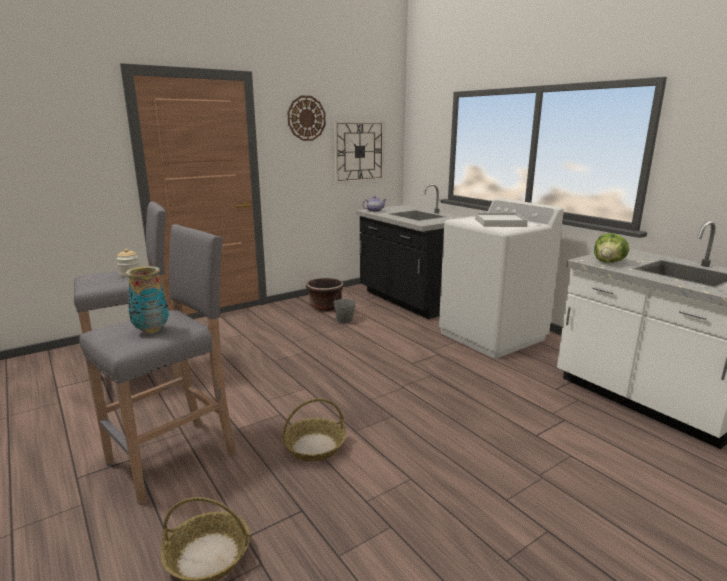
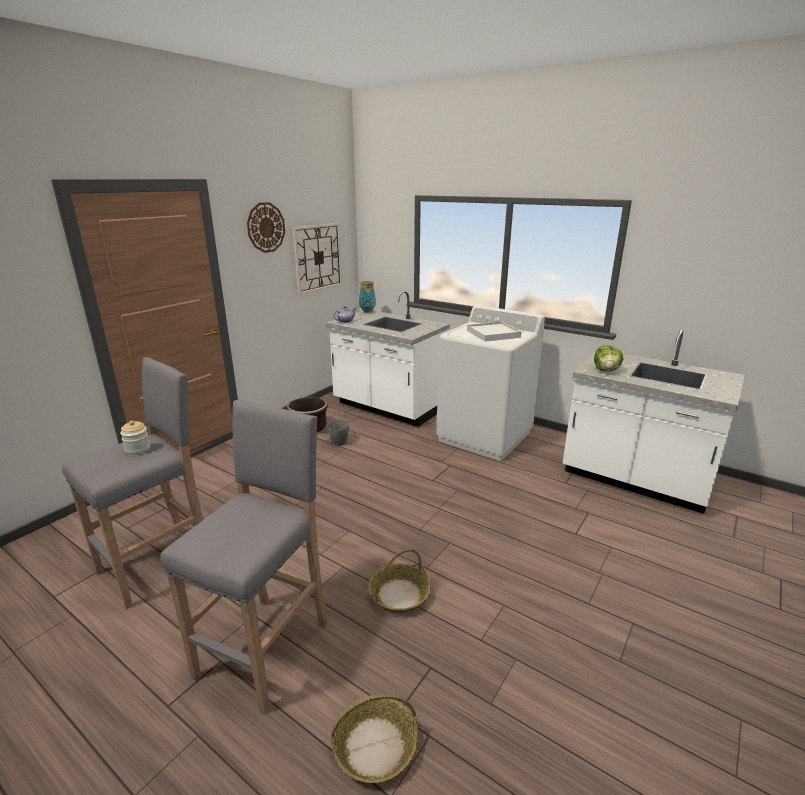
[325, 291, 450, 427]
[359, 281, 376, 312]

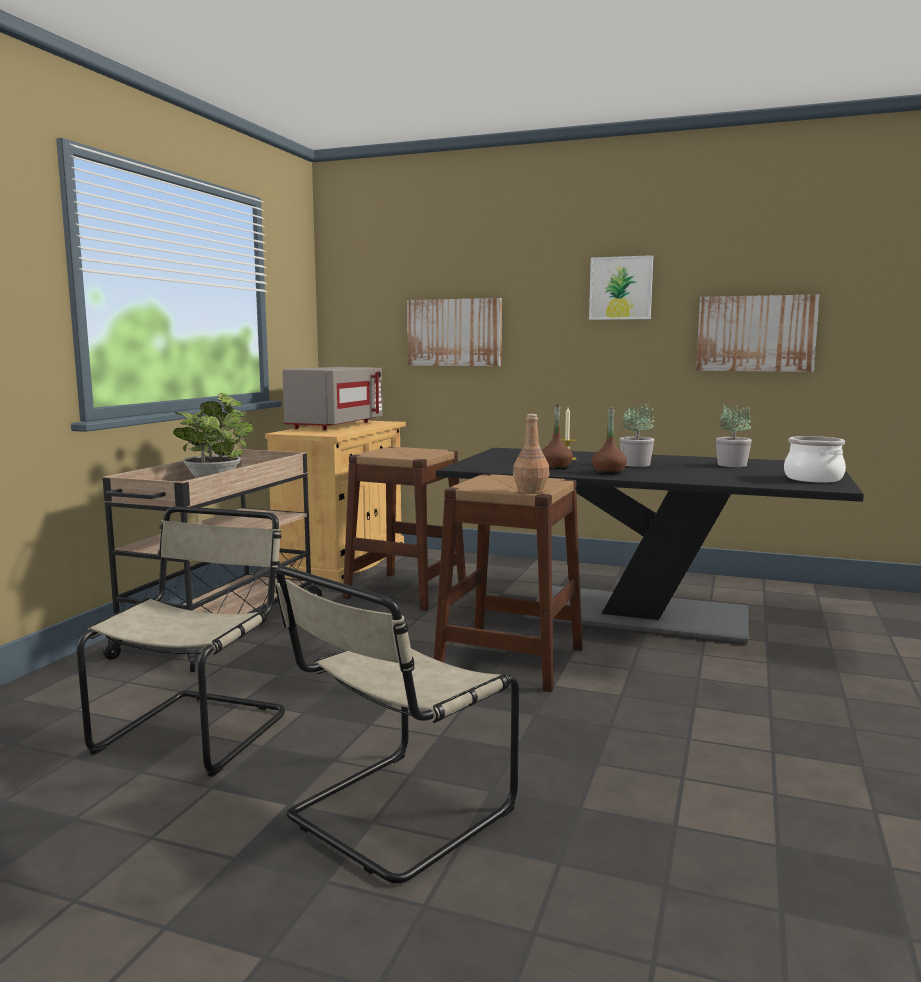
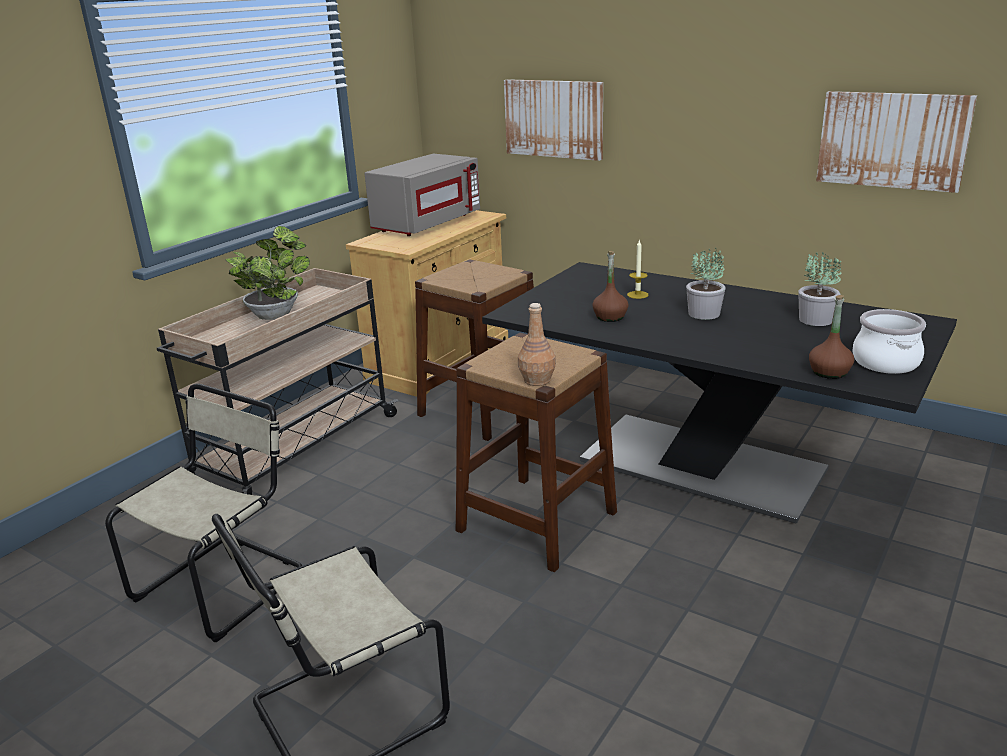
[809, 295, 854, 379]
[589, 255, 653, 320] (first image)

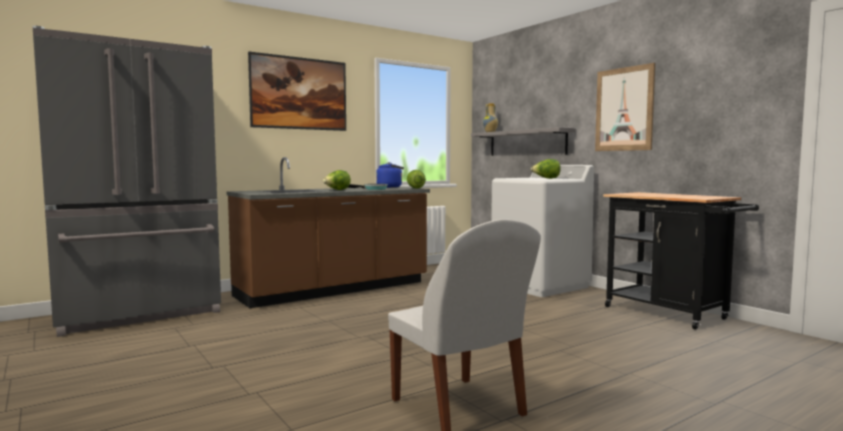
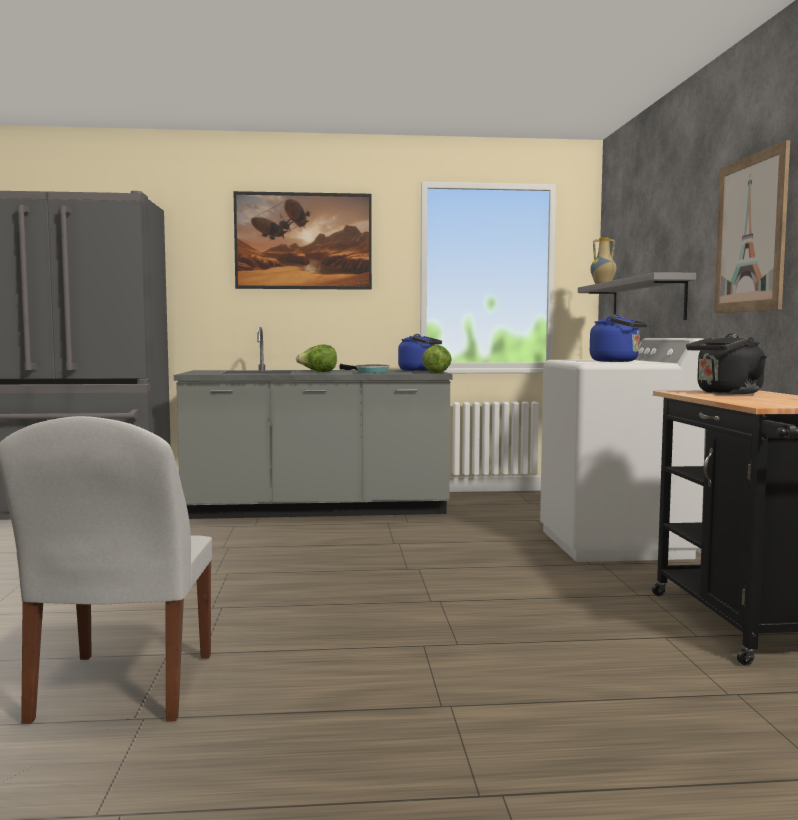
[174, 327, 453, 519]
[590, 314, 648, 362]
[686, 333, 767, 394]

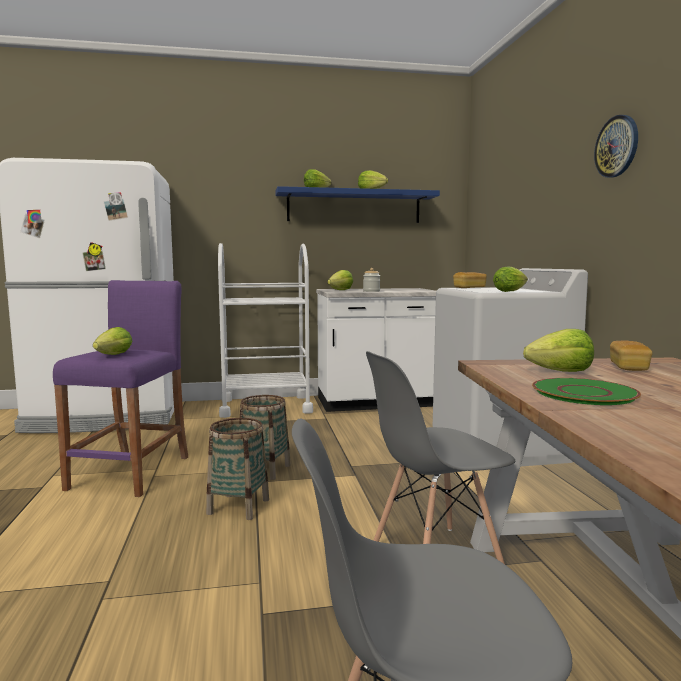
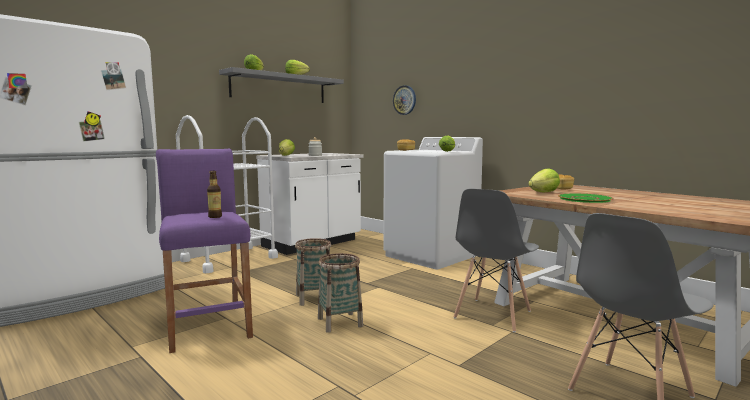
[207, 171, 222, 218]
[219, 67, 344, 103]
[393, 85, 416, 115]

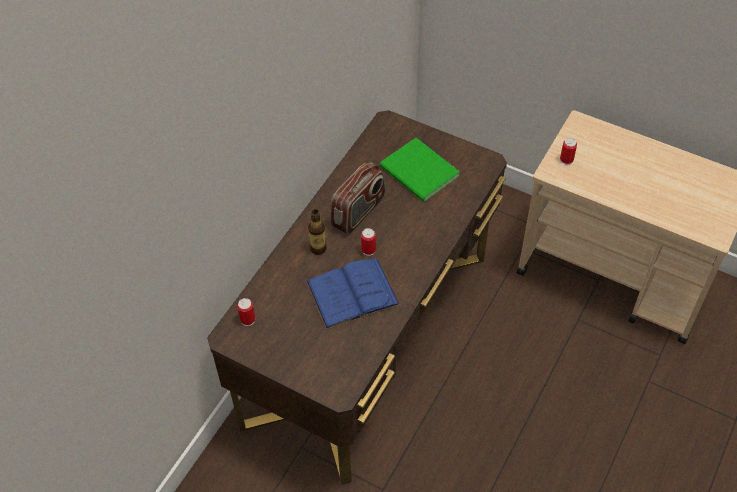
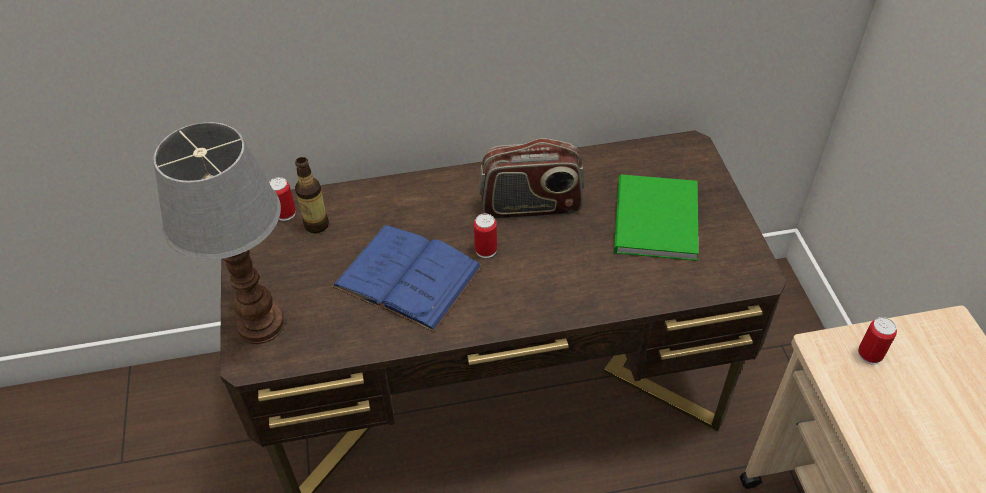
[153, 122, 285, 344]
[295, 157, 329, 233]

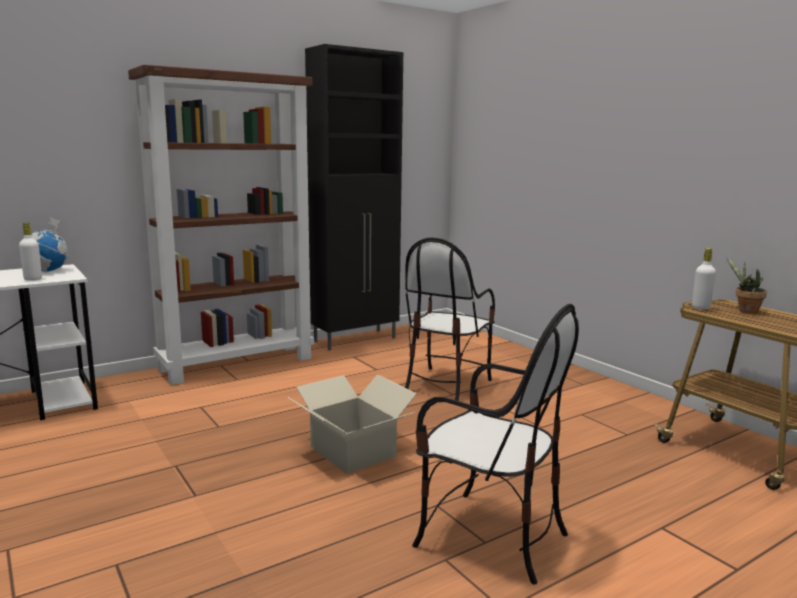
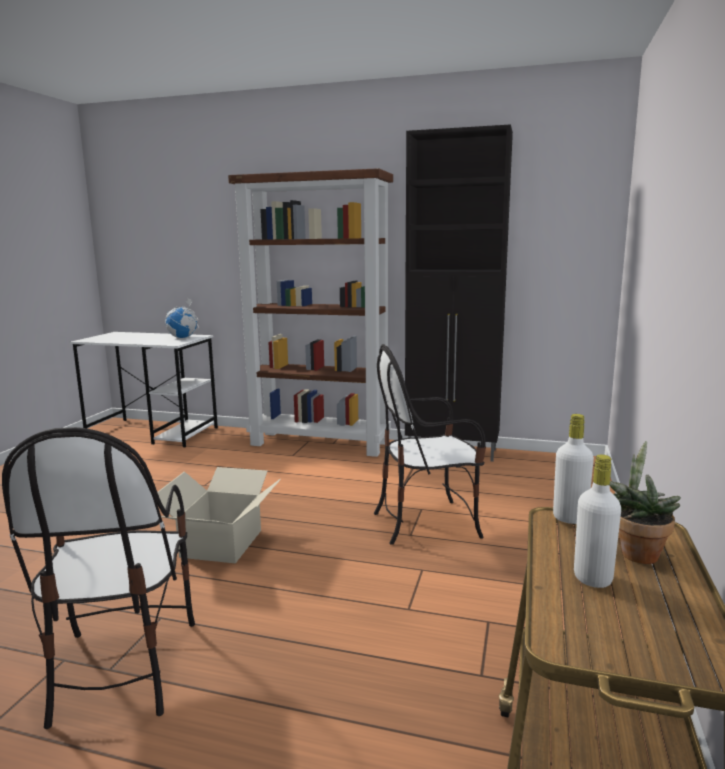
[574, 455, 621, 588]

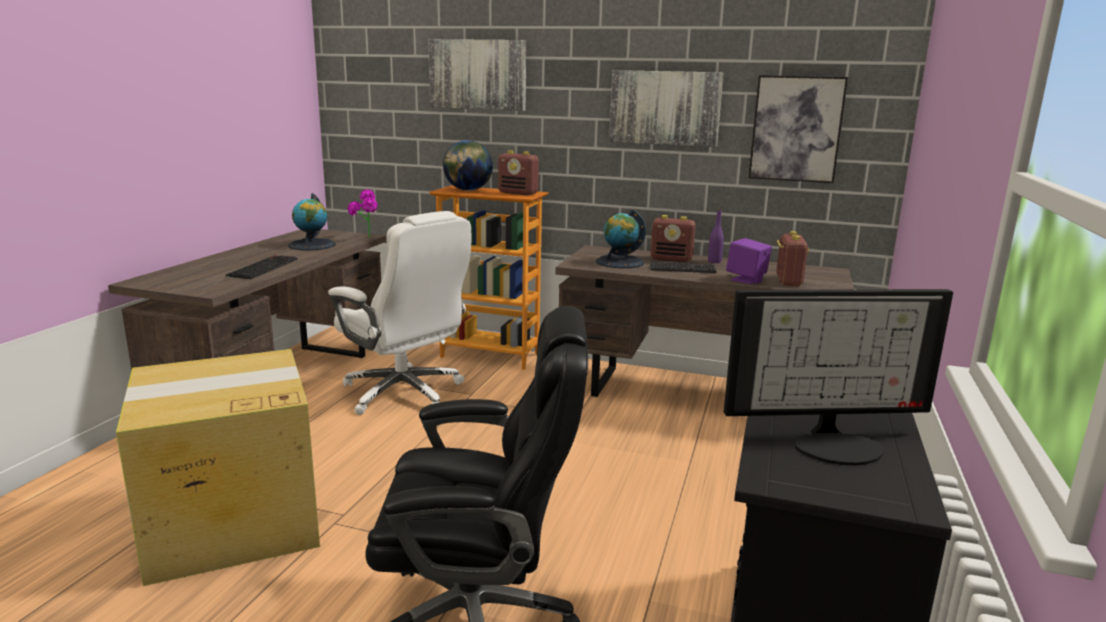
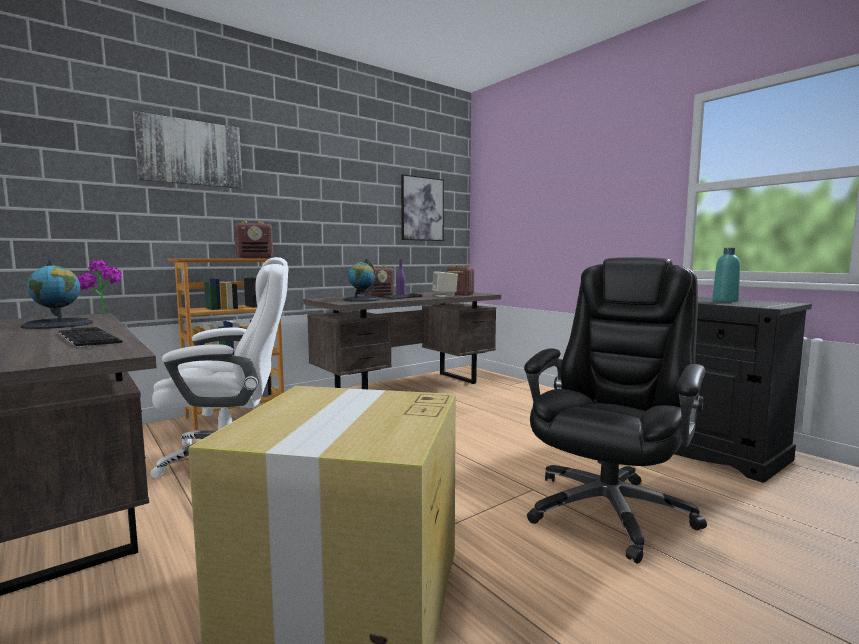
[432, 271, 458, 297]
[712, 248, 740, 302]
[443, 140, 493, 191] (first image)
[609, 70, 723, 147] (first image)

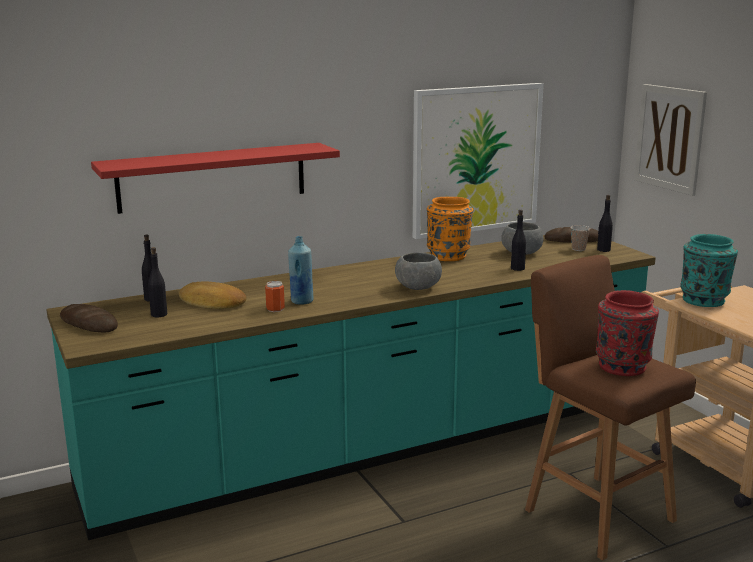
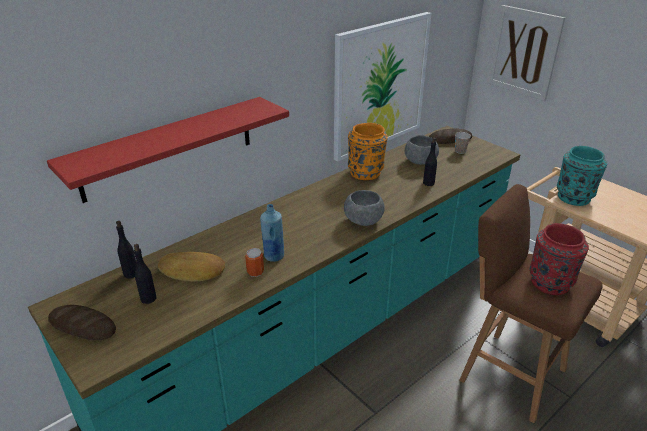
[597, 195, 613, 252] (first image)

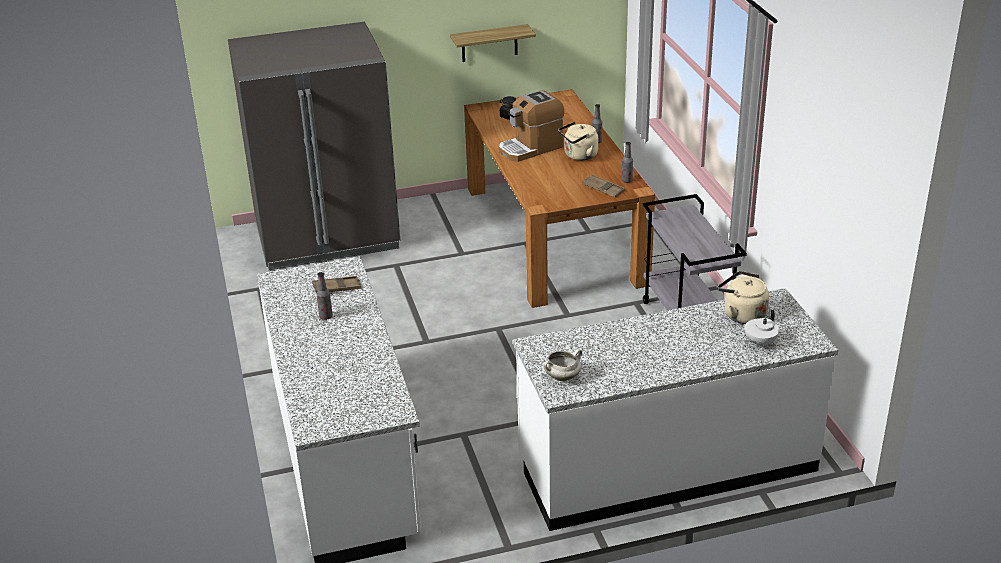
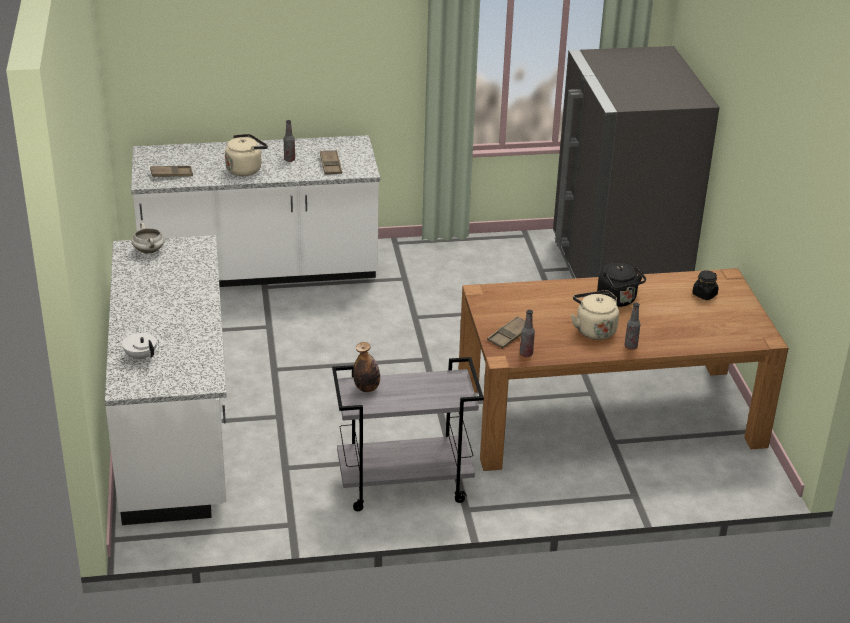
[150, 166, 193, 178]
[225, 134, 268, 176]
[353, 342, 380, 392]
[597, 263, 646, 307]
[450, 24, 536, 62] (first image)

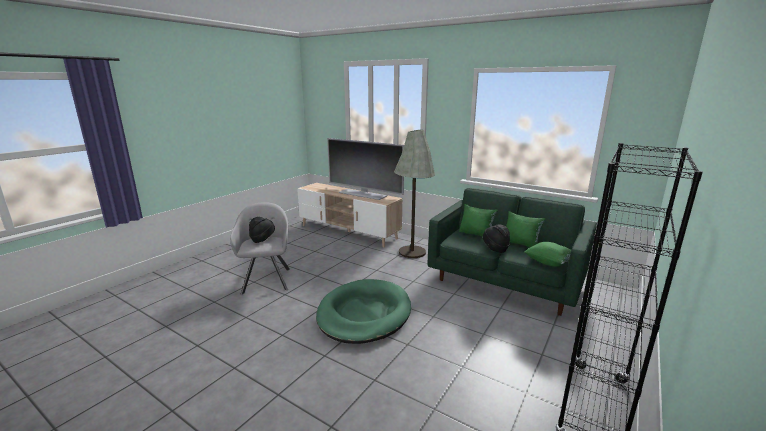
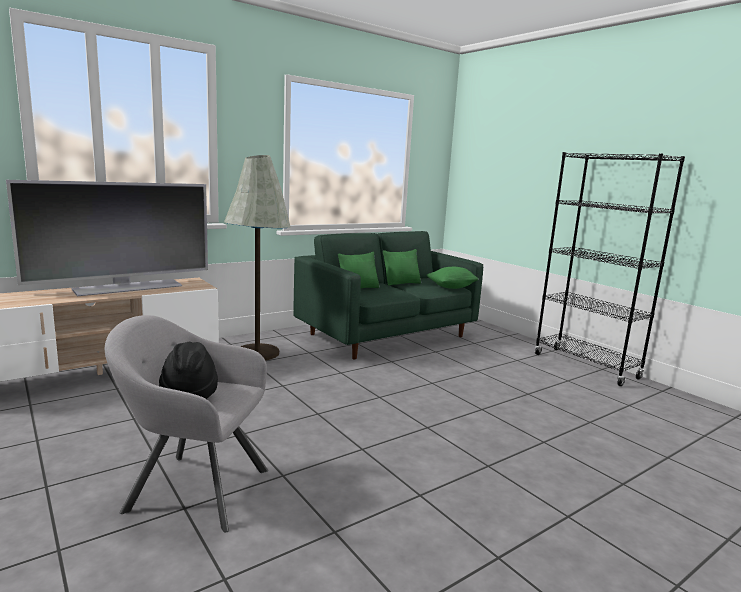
[316, 279, 411, 344] (first image)
[483, 224, 510, 253] (first image)

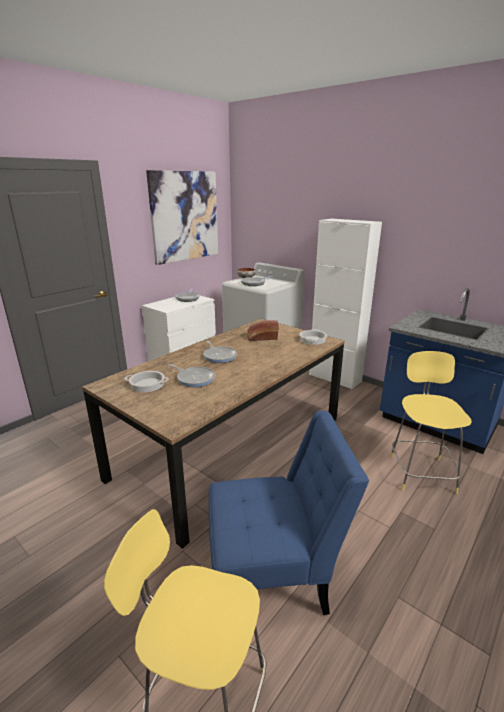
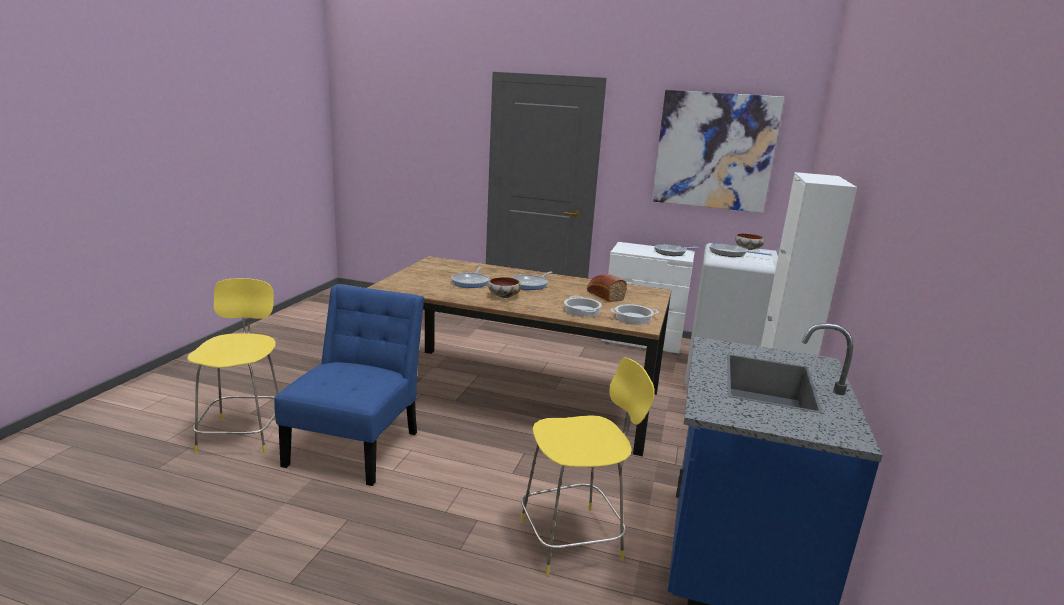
[274, 284, 424, 486]
[488, 277, 521, 298]
[564, 296, 602, 317]

